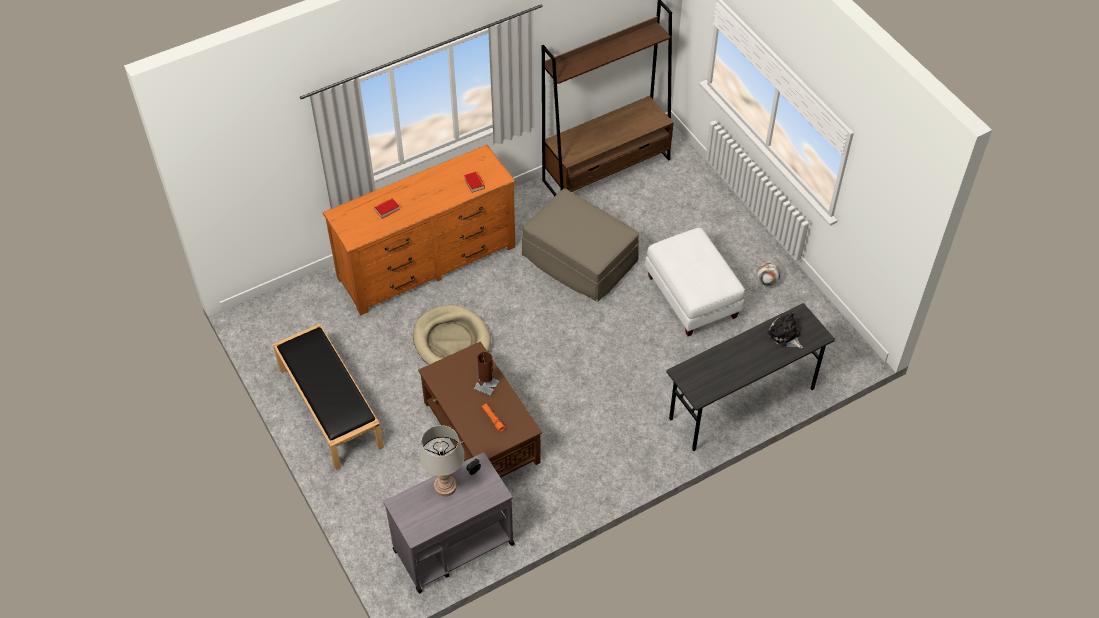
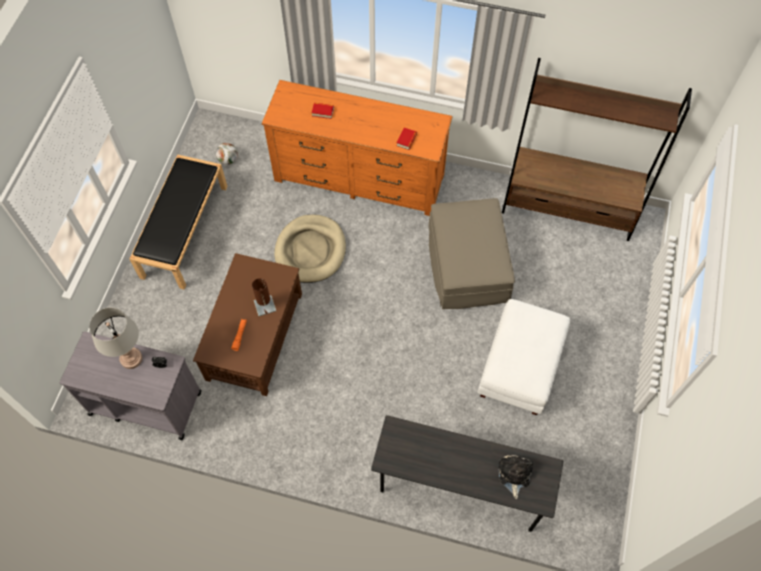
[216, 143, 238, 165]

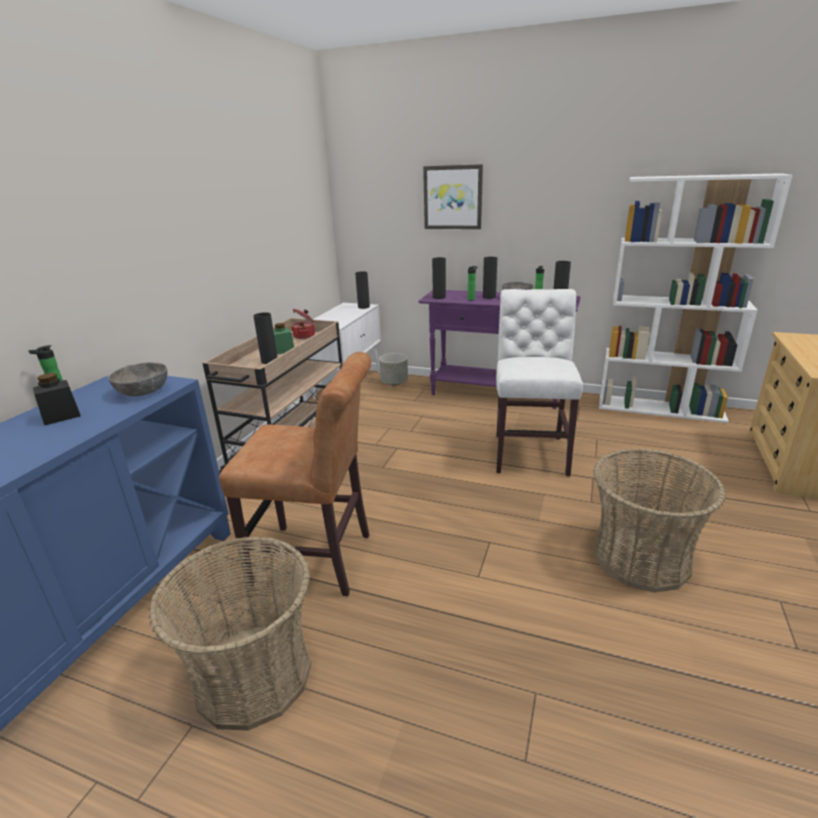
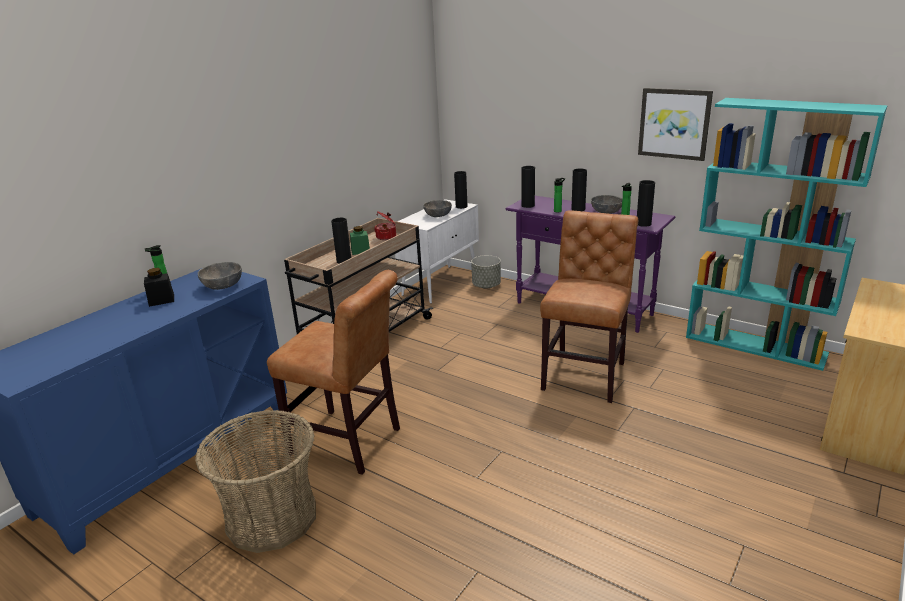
[423, 200, 452, 217]
[540, 210, 639, 403]
[638, 88, 713, 161]
[686, 98, 888, 371]
[593, 448, 726, 593] (first image)

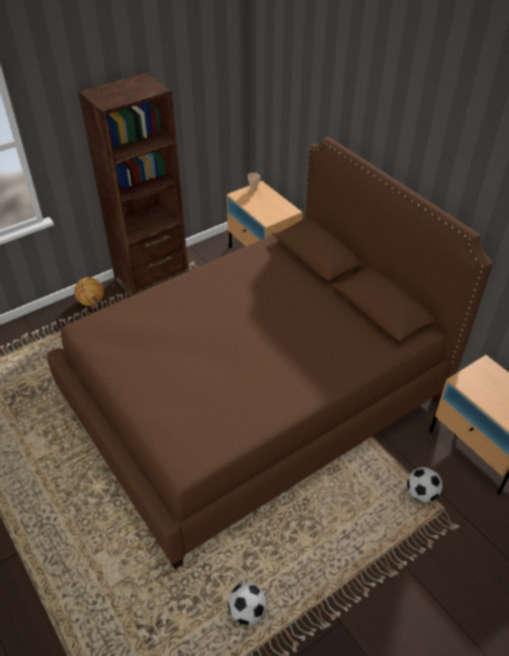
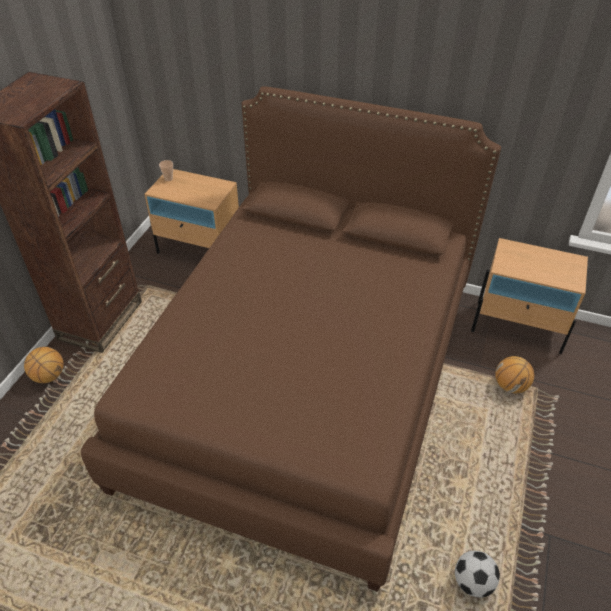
[495, 356, 534, 393]

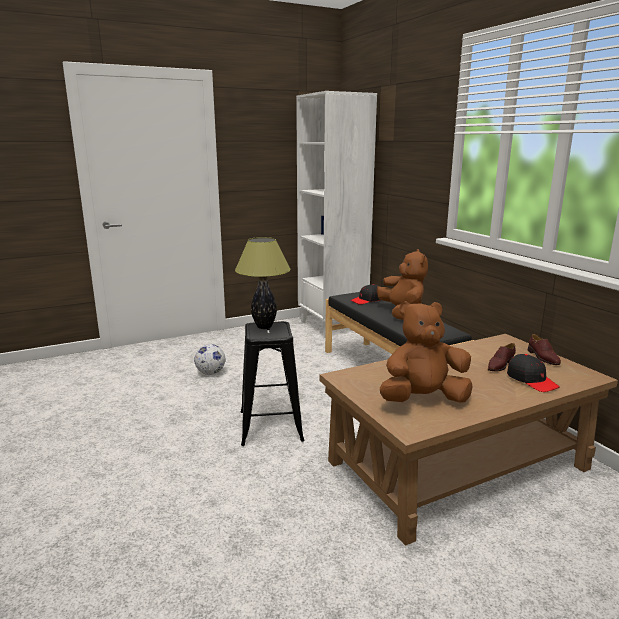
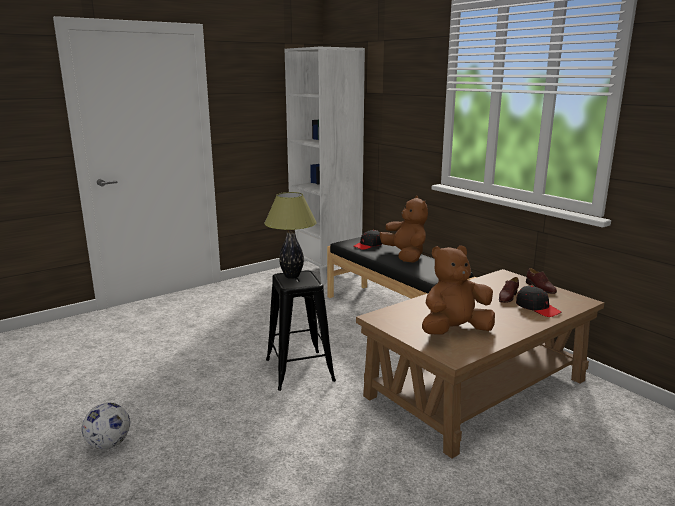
[82, 403, 130, 449]

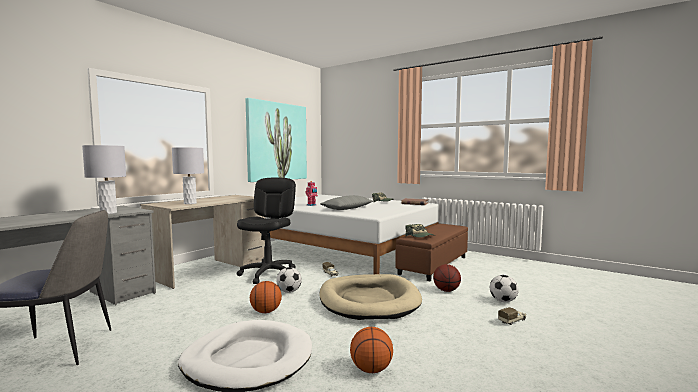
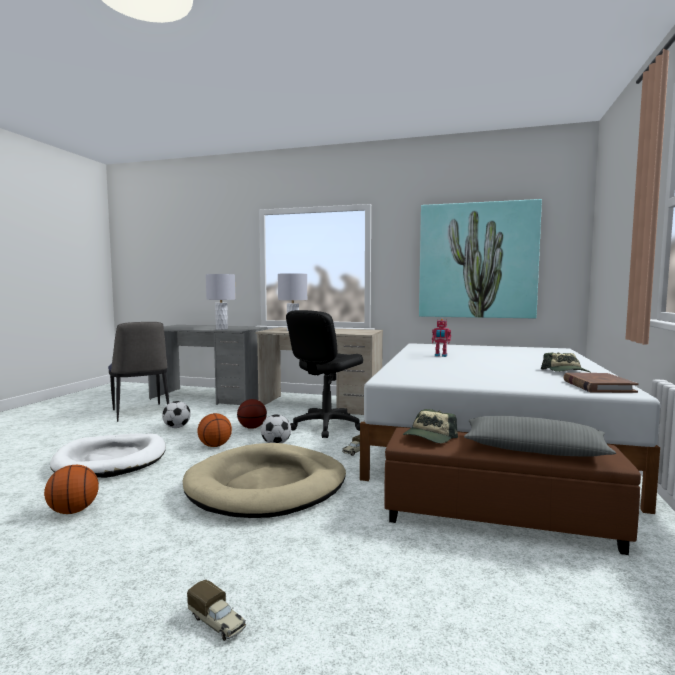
[162, 401, 191, 428]
[237, 399, 267, 429]
[286, 310, 363, 438]
[464, 416, 616, 457]

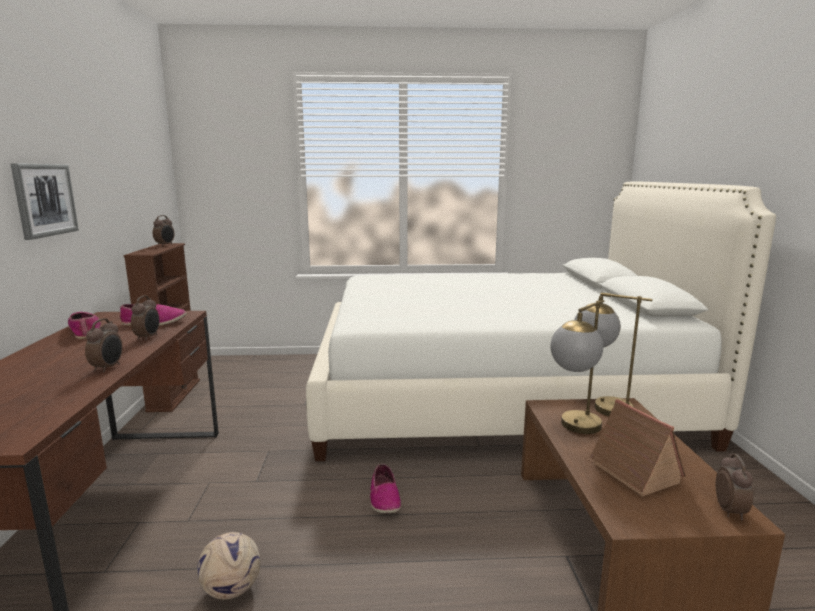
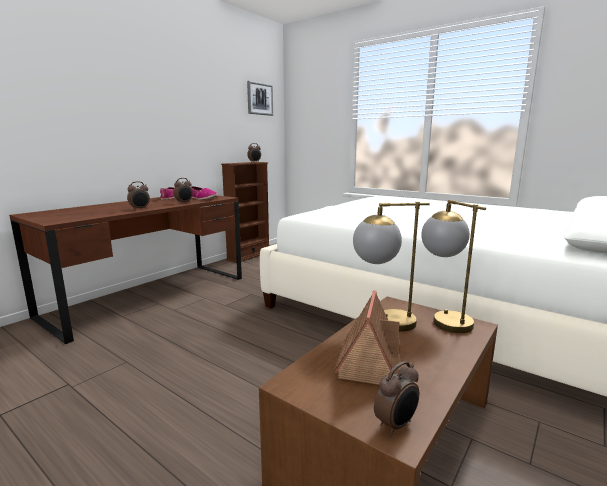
[247, 81, 273, 116]
[197, 532, 261, 599] (first image)
[370, 464, 401, 513] (first image)

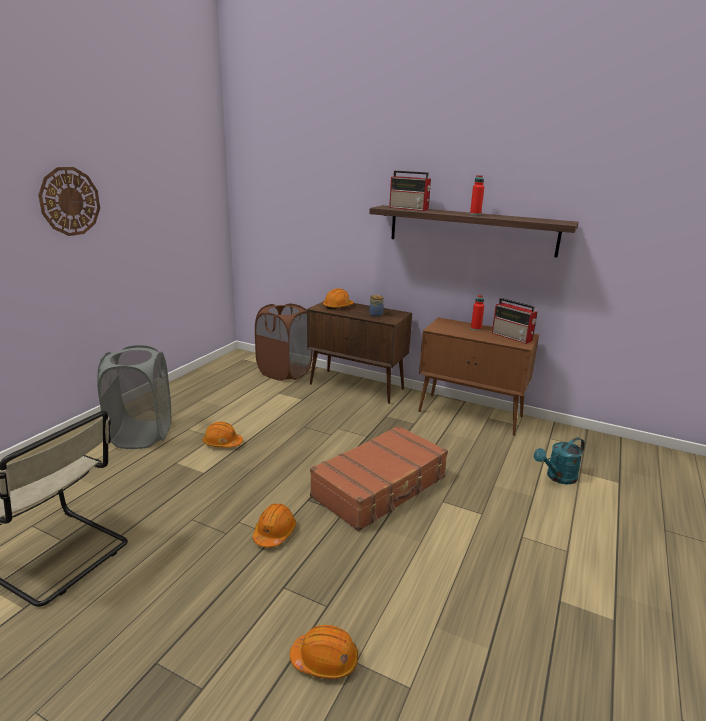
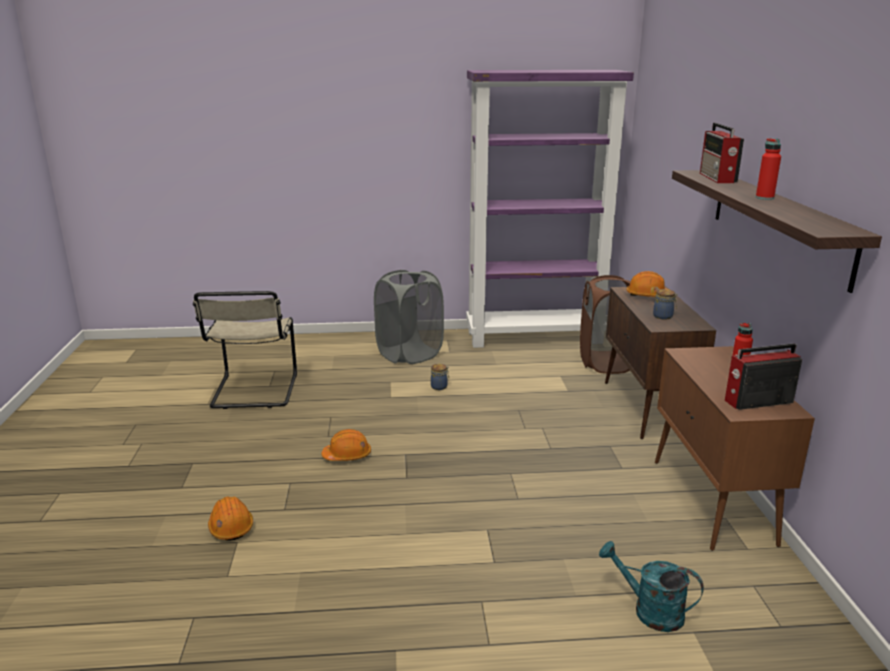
[431, 364, 449, 390]
[466, 70, 634, 348]
[725, 344, 802, 410]
[38, 167, 100, 236] (first image)
[310, 425, 448, 531] (first image)

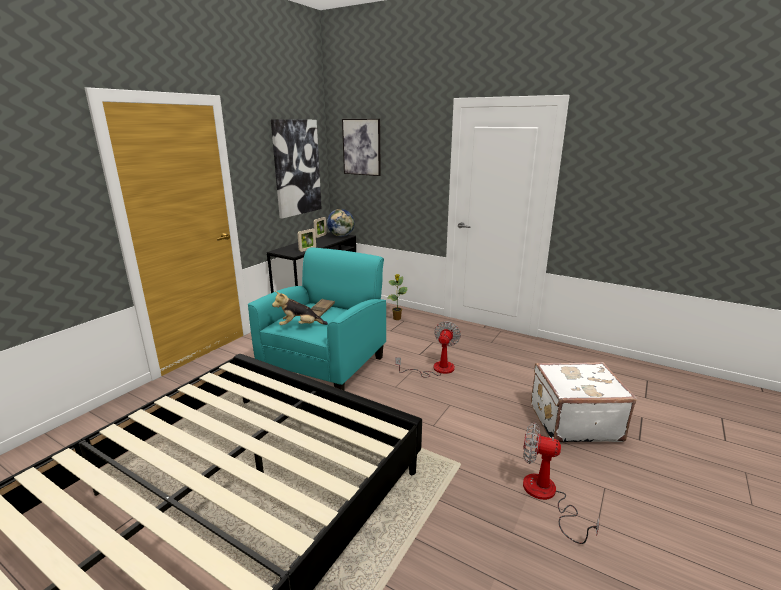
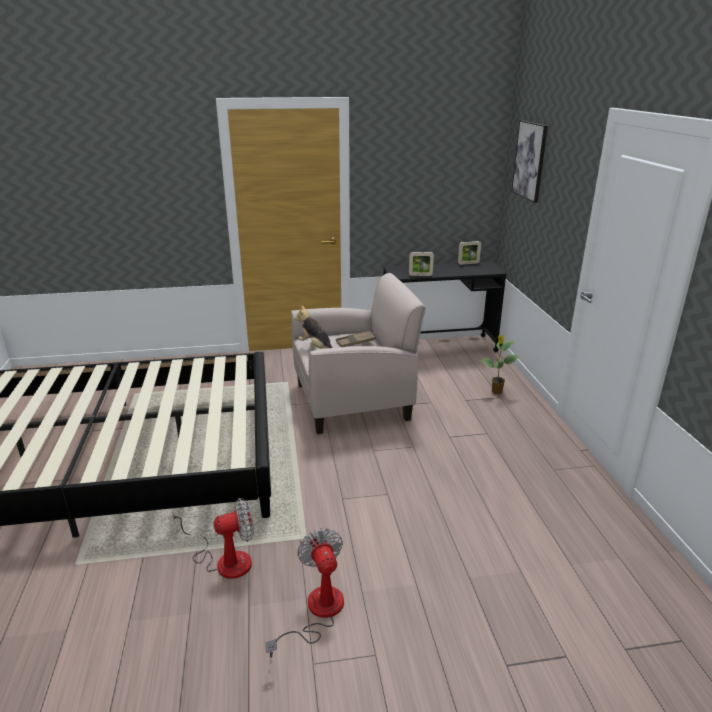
[172, 498, 254, 579]
[291, 273, 426, 434]
[271, 119, 322, 219] (first image)
[327, 209, 354, 237] (first image)
[531, 362, 637, 442] (first image)

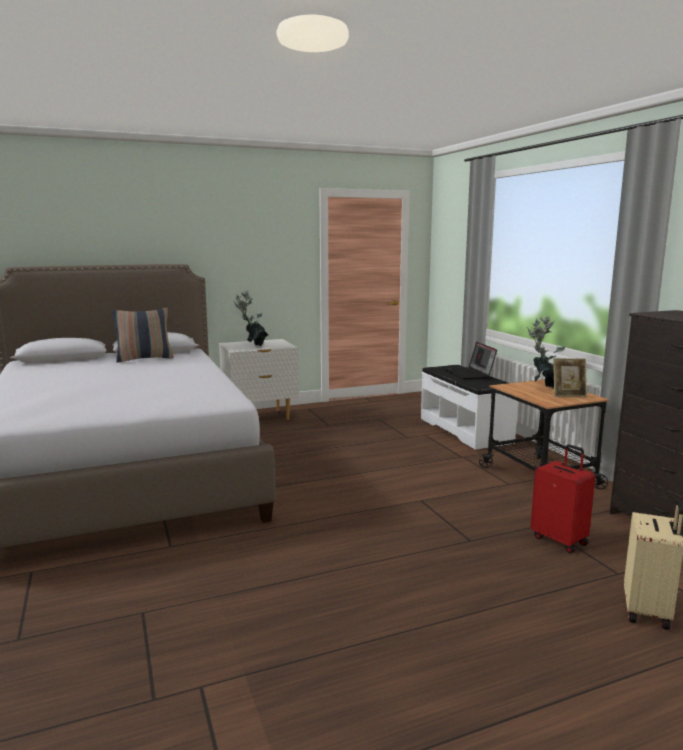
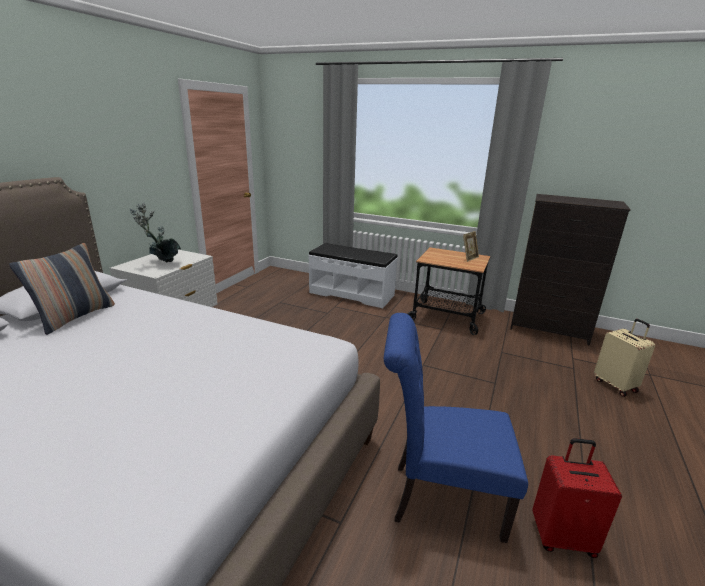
[384, 313, 528, 543]
[532, 438, 622, 558]
[445, 342, 497, 379] (first image)
[527, 316, 566, 388] (first image)

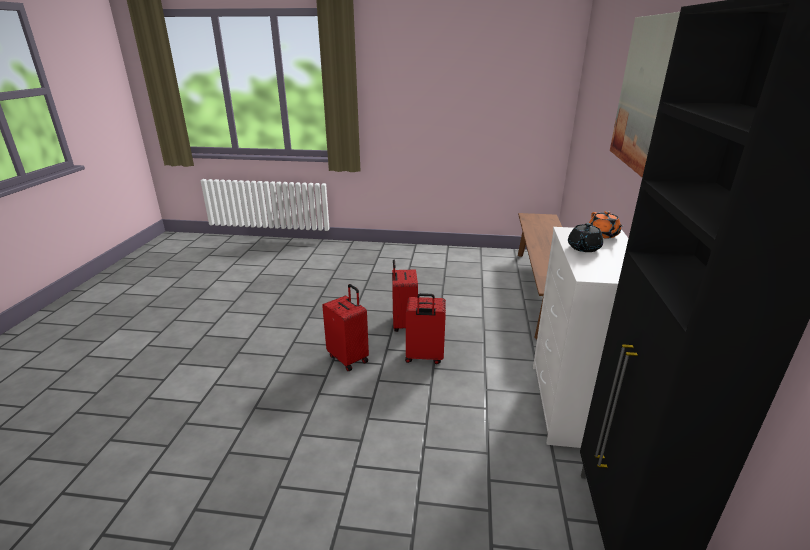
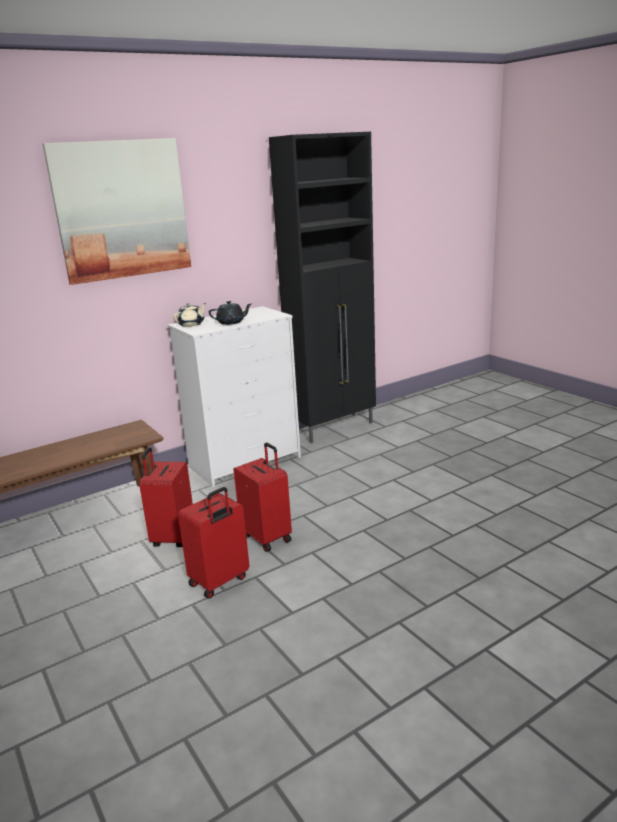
[139, 447, 193, 547]
[173, 303, 206, 327]

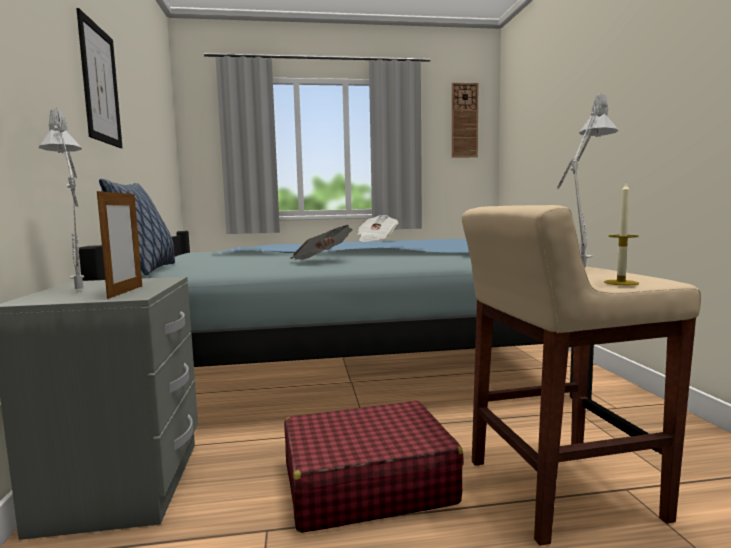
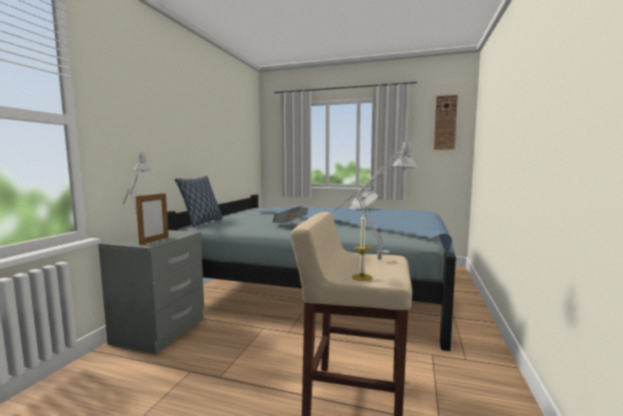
[76, 8, 122, 148] (first image)
[284, 400, 464, 533] (first image)

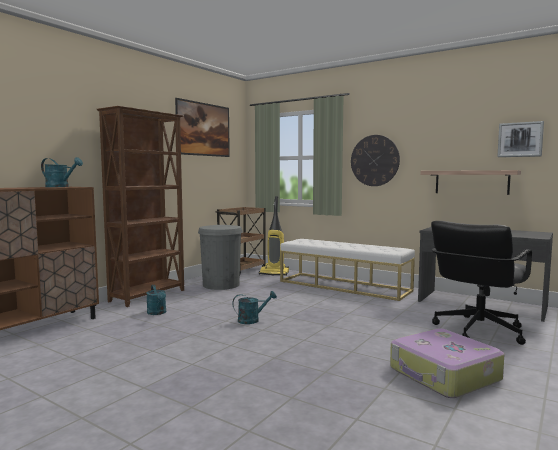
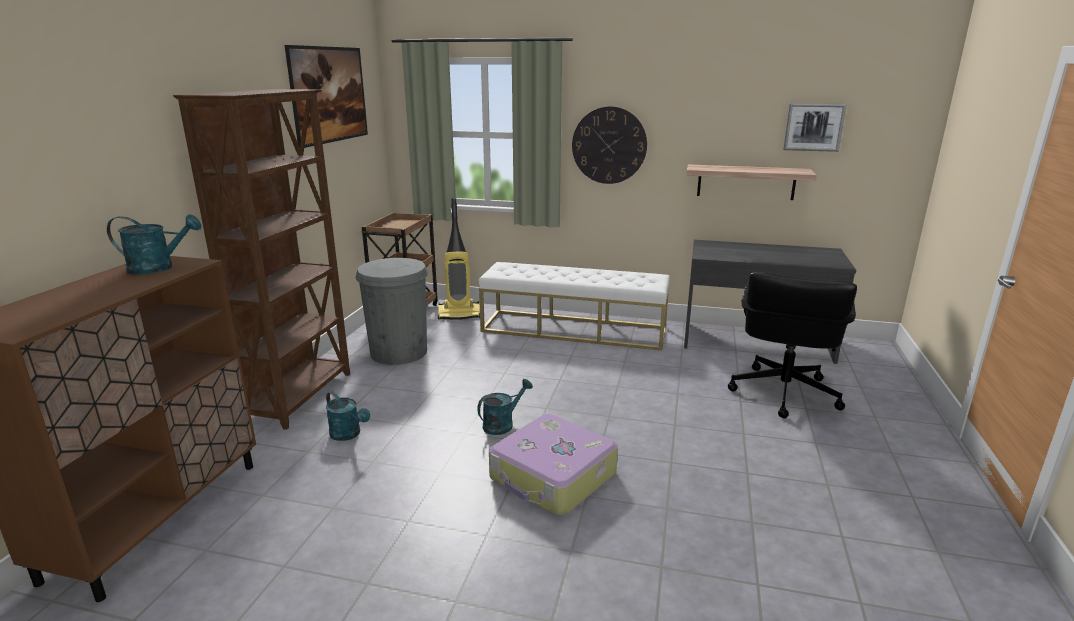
[489, 414, 618, 516]

